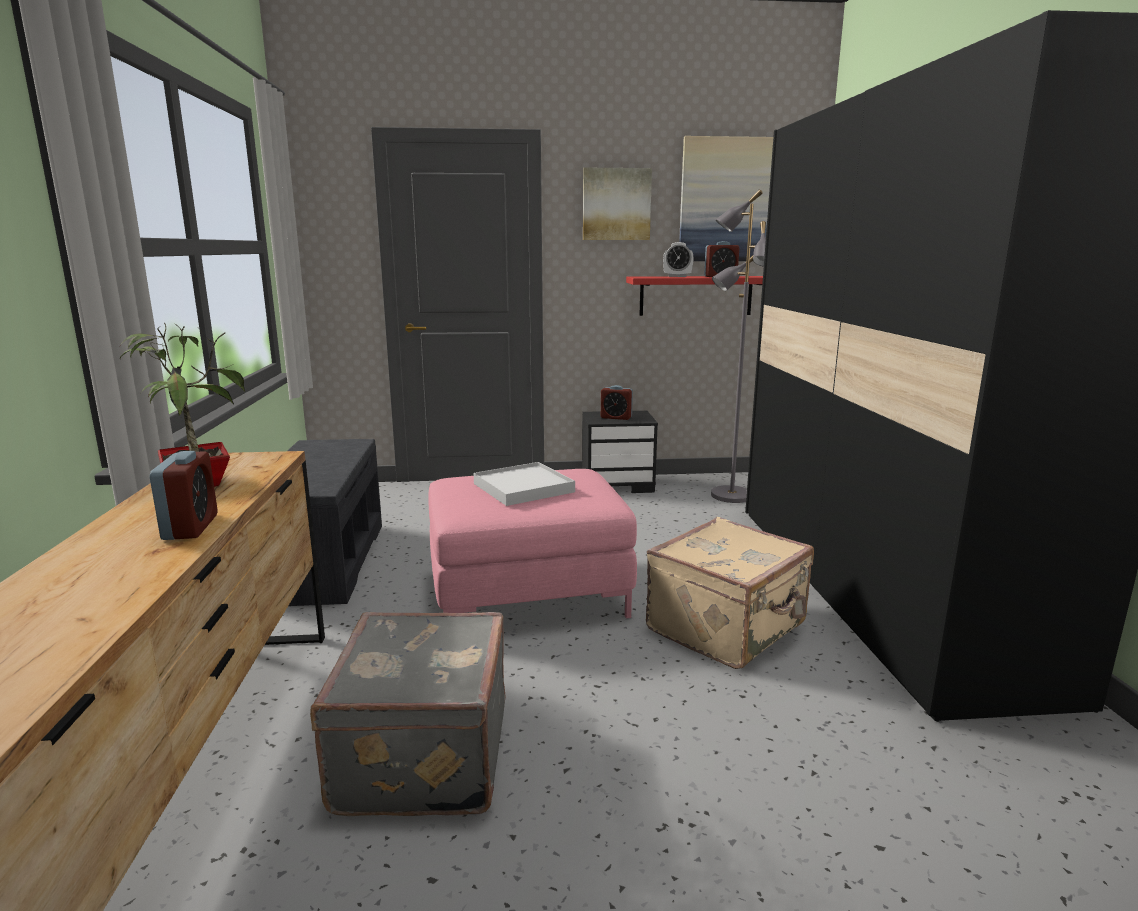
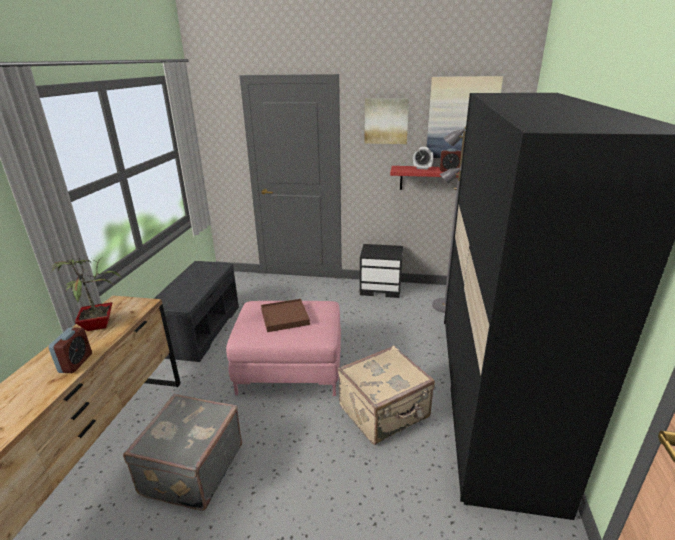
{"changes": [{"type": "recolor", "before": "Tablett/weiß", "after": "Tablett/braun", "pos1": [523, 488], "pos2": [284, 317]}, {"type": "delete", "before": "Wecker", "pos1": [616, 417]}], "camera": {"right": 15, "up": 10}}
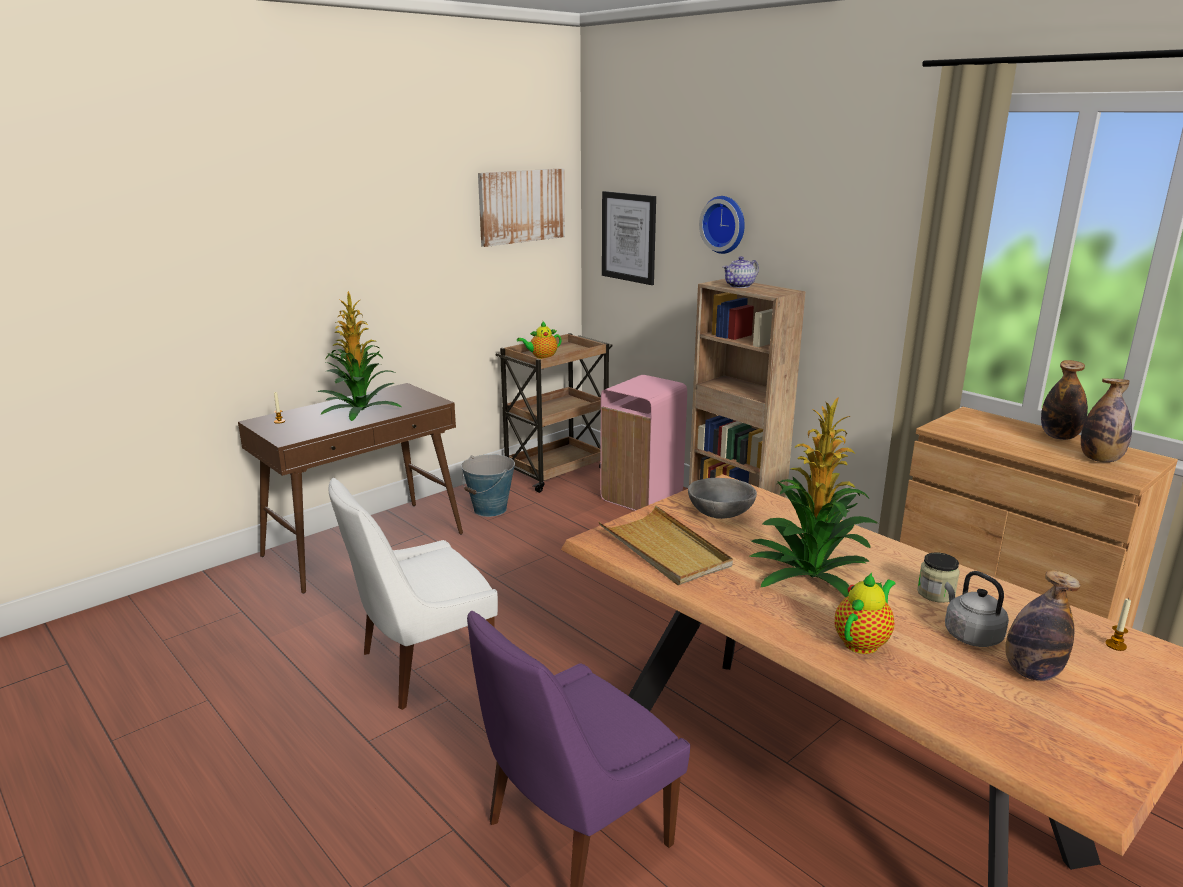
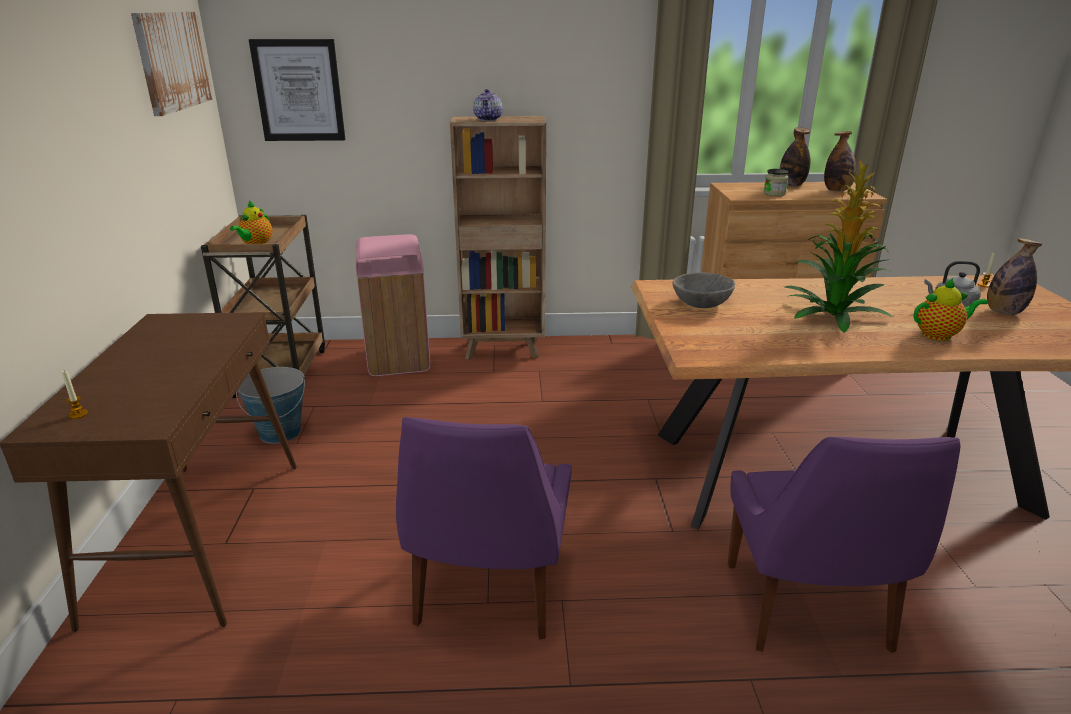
{"changes": [{"type": "recolor", "before": "Stuhl/weiß", "after": "Stuhl/lila", "pos1": [421, 666], "pos2": [488, 594]}, {"type": "move", "before": "Vorratsglas", "pos1": [935, 593], "pos2": [774, 194]}, {"type": "rotate", "before": "Teekanne", "pos1": [863, 642], "pos2": [939, 335], "turn": 90}, {"type": "delete", "before": "Topfpflanze", "pos1": [359, 409]}, {"type": "delete", "before": "Tablett/beige", "pos1": [664, 549]}, {"type": "delete", "before": "Wanduhr", "pos1": [725, 224]}], "camera": {"right": -50, "up": 5}}
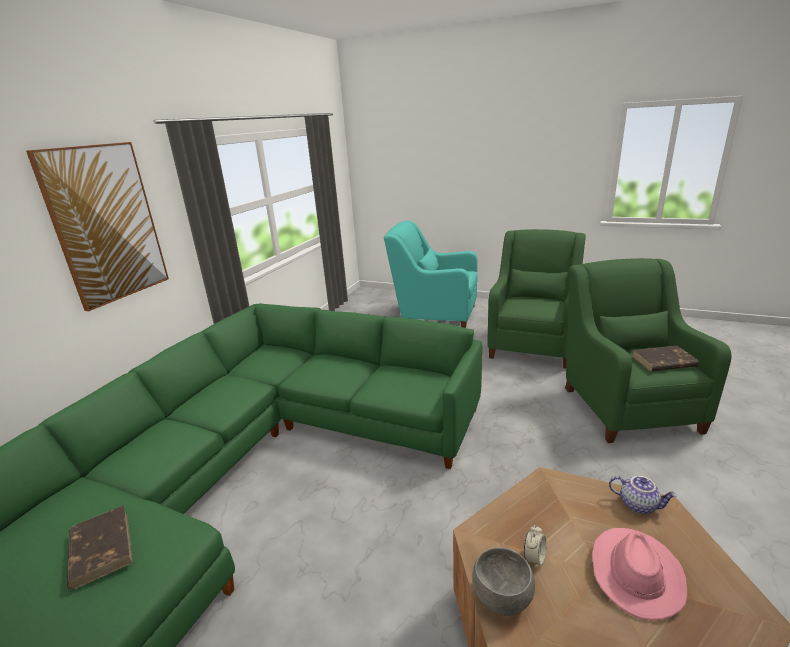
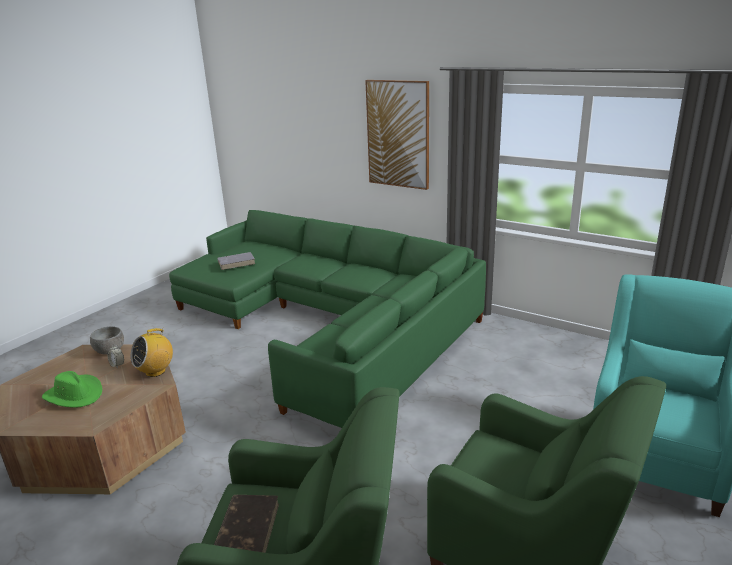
{"changes": [{"type": "recolor", "before": "Hut/rosa", "after": "Hut/grün", "pos1": [634, 572], "pos2": [74, 395]}, {"type": "insert", "after": "Radio", "pos2": [156, 371]}, {"type": "recolor", "before": "Buch/braun", "after": "Buch/grau", "pos1": [101, 548], "pos2": [237, 262]}, {"type": "delete", "before": "Teekanne", "pos1": [638, 504]}], "camera": {"right": 100, "up": 0}}
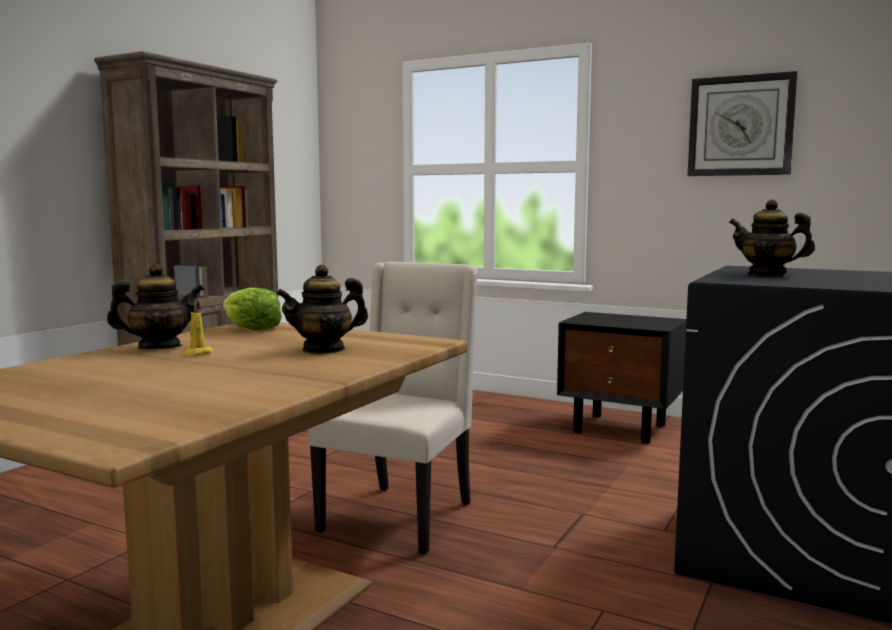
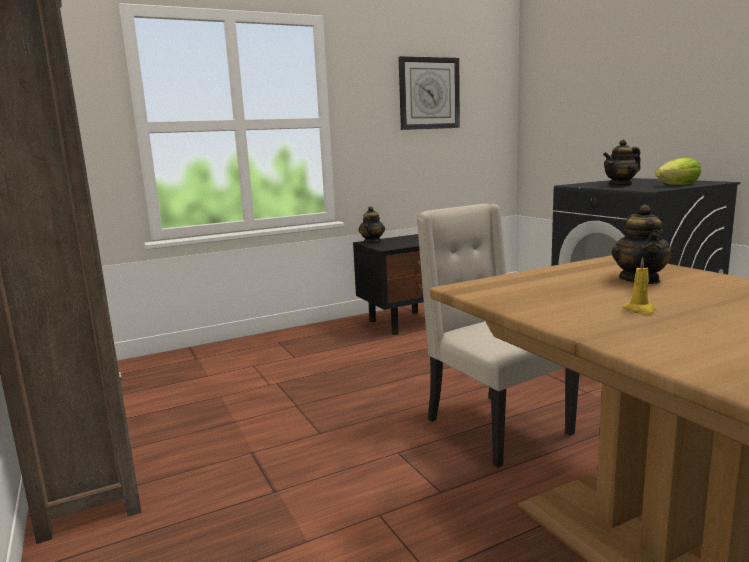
{"changes": [{"type": "move", "before": "Teekanne", "pos1": [159, 347], "pos2": [372, 242]}, {"type": "move", "before": "Salatkopf", "pos1": [251, 329], "pos2": [677, 185]}], "camera": {"right": -55, "up": 5}}
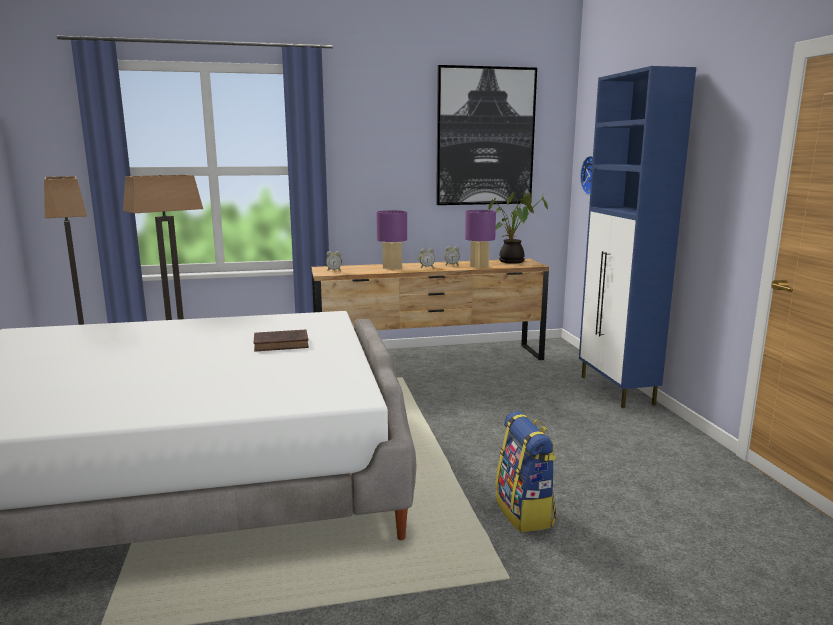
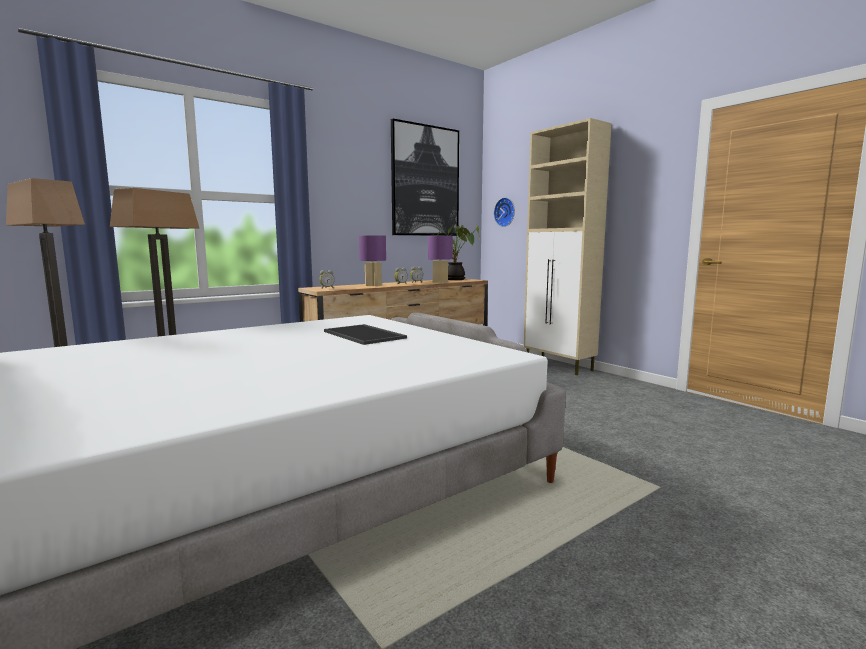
{"changes": [{"type": "replace", "before": "Buch/braun", "after": "Tablett", "pos1": [283, 344], "pos2": [365, 335]}, {"type": "recolor", "before": "Schrank/blau", "after": "Schrank/beige", "pos1": [617, 391], "pos2": [559, 366]}, {"type": "delete", "before": "Rucksack", "pos1": [525, 512]}], "camera": {"right": -25, "up": -5}}
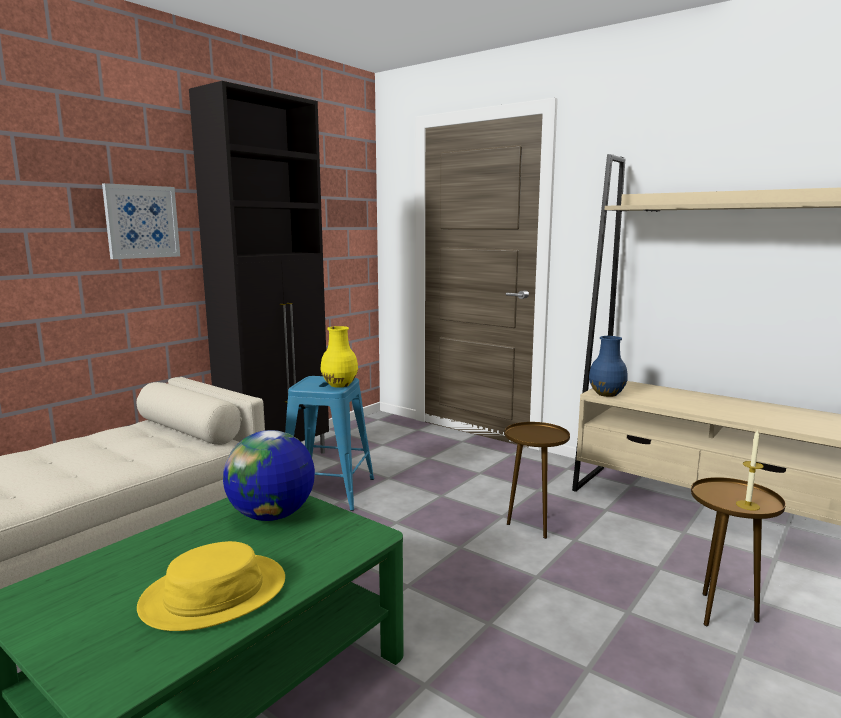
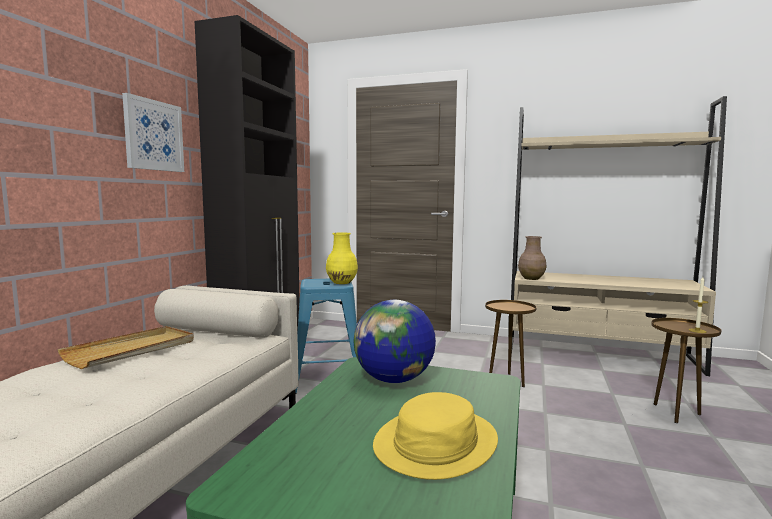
{"changes": [{"type": "insert", "after": "Tablett/beige", "pos2": [132, 350]}, {"type": "recolor", "before": "Vase/blau", "after": "Vase/braun", "pos1": [606, 394], "pos2": [531, 278]}], "camera": {"right": -20, "up": -5}}
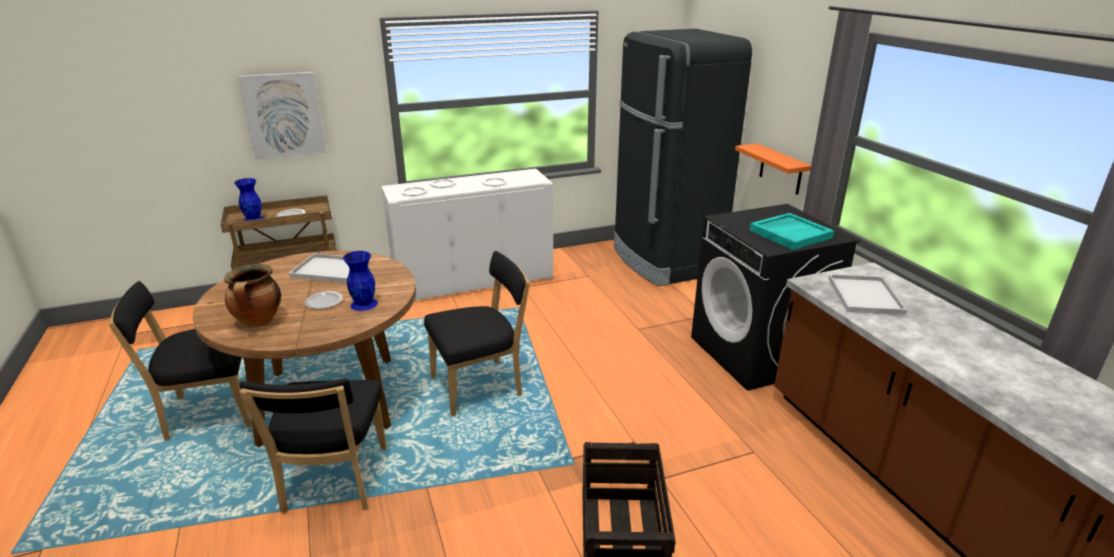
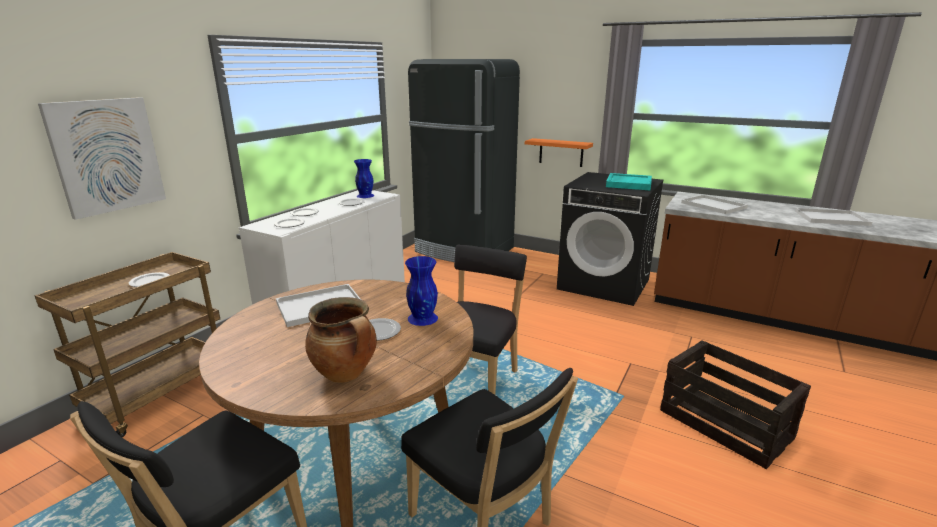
{"changes": [{"type": "move", "before": "Vase/blau", "pos1": [253, 219], "pos2": [365, 195]}, {"type": "insert", "after": "Tablett/weiß", "pos2": [832, 218]}], "camera": {"right": -40, "up": -5}}
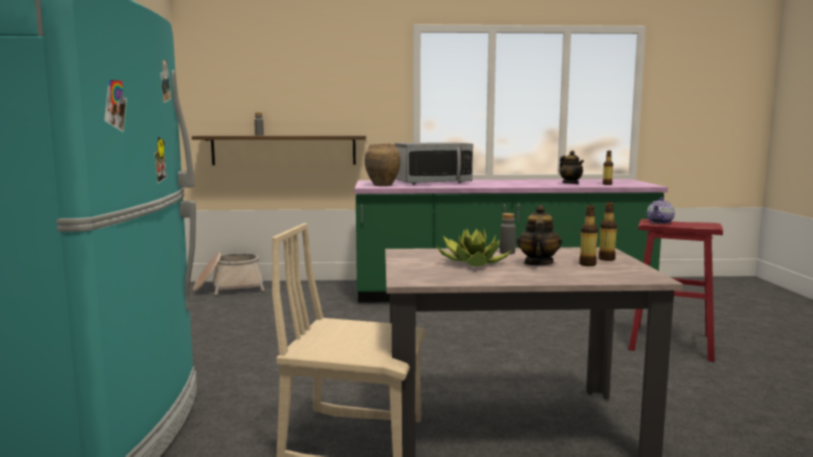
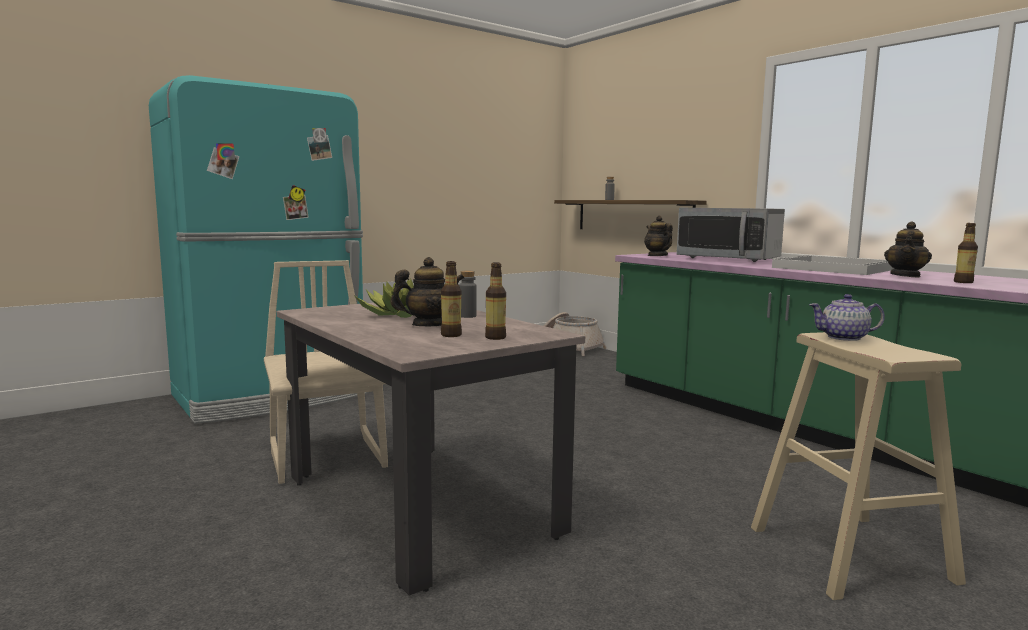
{"changes": [{"type": "replace", "before": "Vase/braun", "after": "Teekanne", "pos1": [383, 185], "pos2": [657, 255]}, {"type": "recolor", "before": "Hocker/rot", "after": "Hocker/beige", "pos1": [671, 342], "pos2": [850, 554]}, {"type": "insert", "after": "Tablett/weiß", "pos2": [834, 268]}], "camera": {"right": 55, "up": 0}}
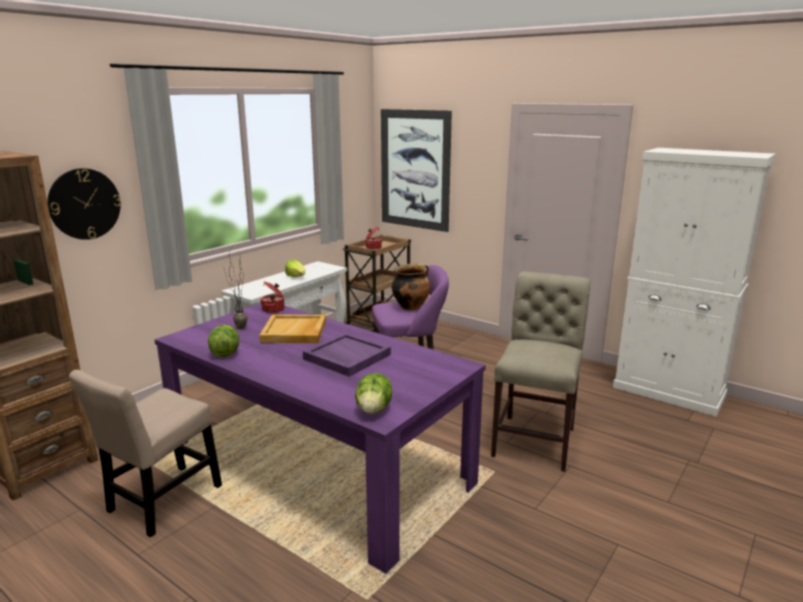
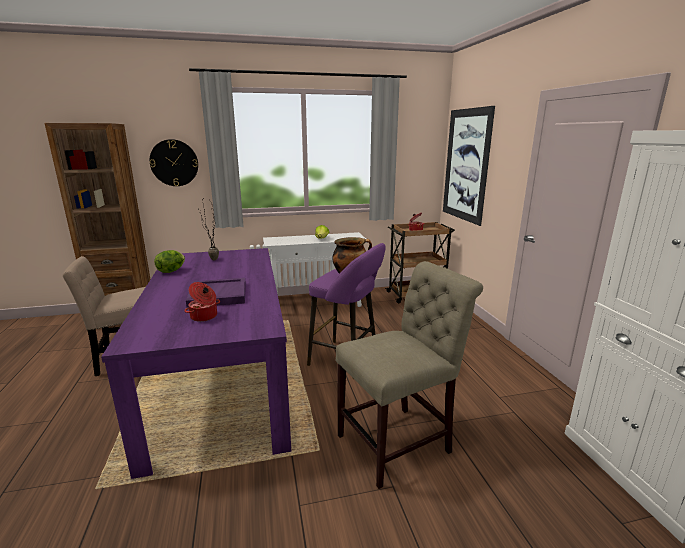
{"changes": [{"type": "move", "before": "Kochtopf", "pos1": [274, 309], "pos2": [204, 317]}, {"type": "delete", "before": "Tablett/beige", "pos1": [294, 332]}, {"type": "delete", "before": "Salatkopf", "pos1": [373, 410]}], "camera": {"right": 40, "up": 0}}
